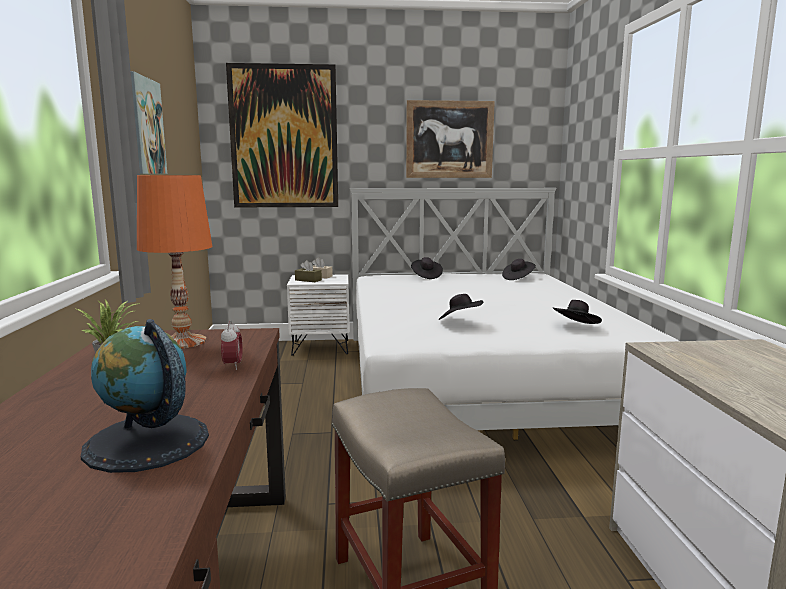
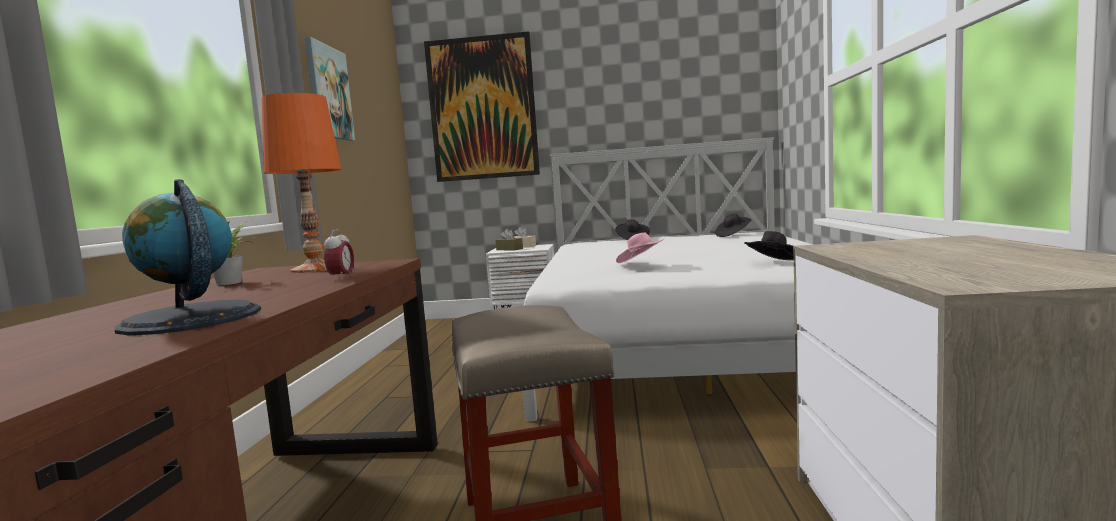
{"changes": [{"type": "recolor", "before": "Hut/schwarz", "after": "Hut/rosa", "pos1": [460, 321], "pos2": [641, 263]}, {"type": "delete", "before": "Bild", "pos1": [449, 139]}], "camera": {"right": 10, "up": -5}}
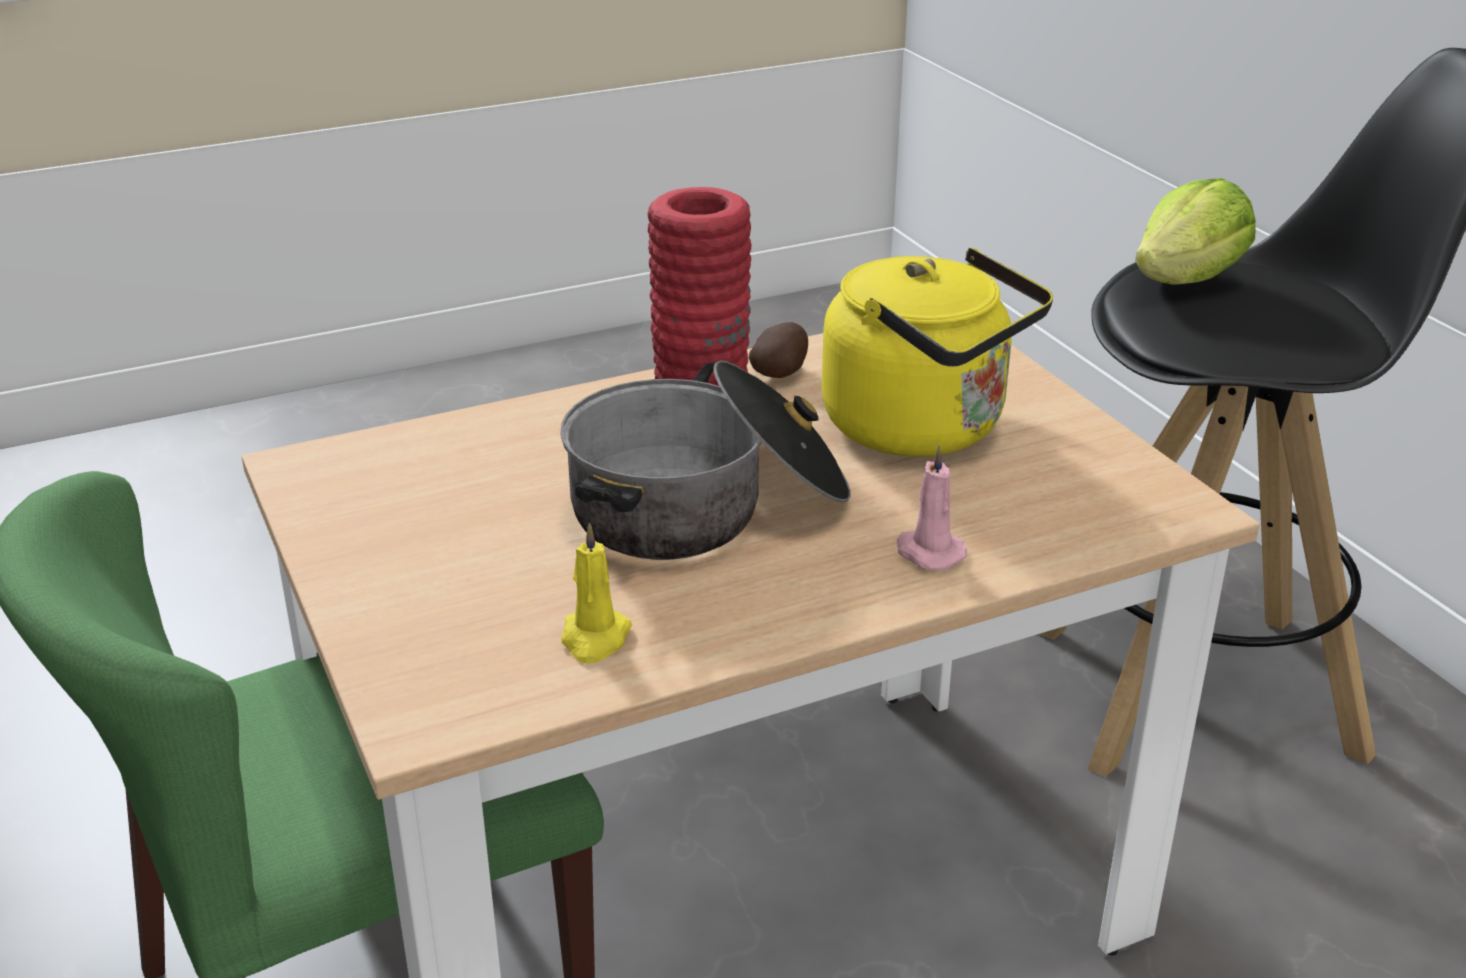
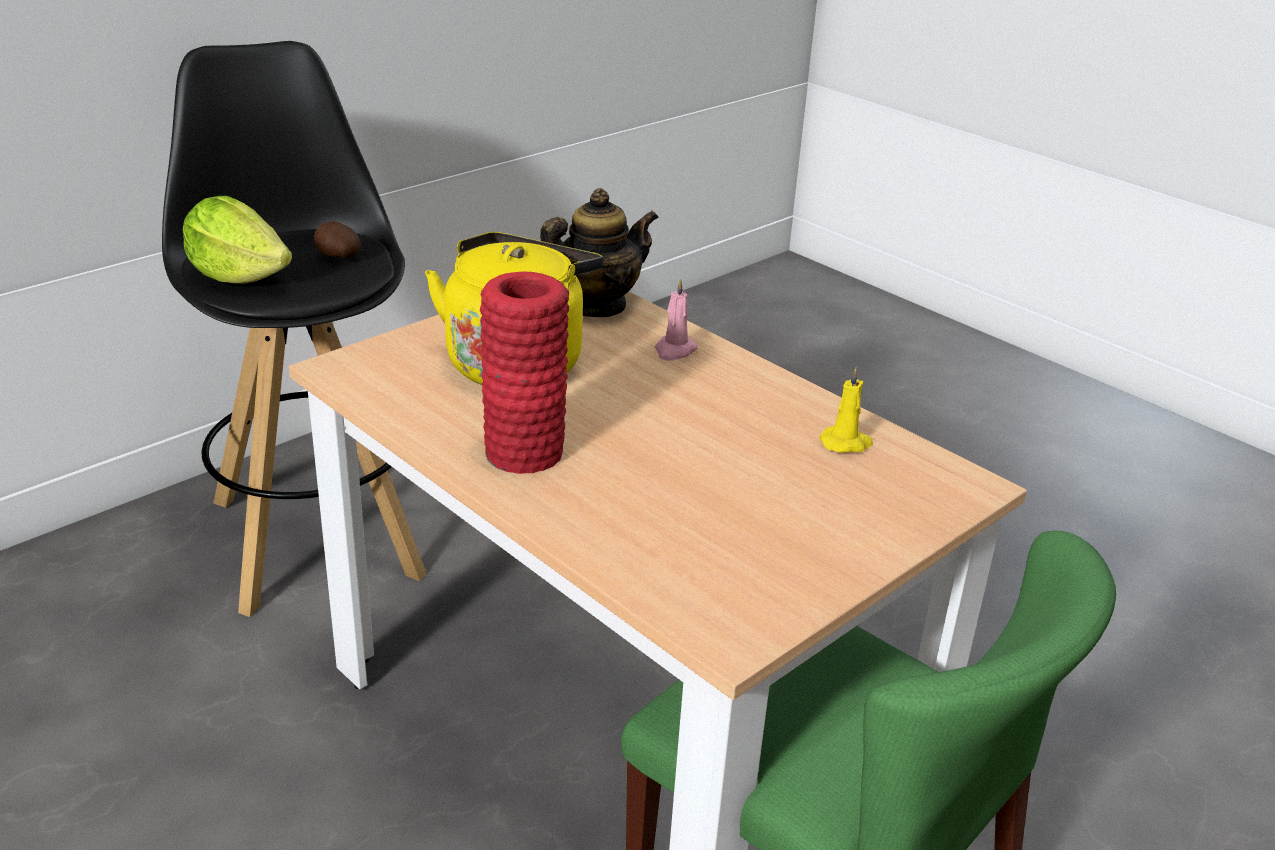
{"changes": [{"type": "move", "before": "Kartoffel", "pos1": [781, 373], "pos2": [337, 256]}, {"type": "insert", "after": "Teekanne", "pos2": [595, 306]}, {"type": "delete", "before": "Kochtopf", "pos1": [708, 508]}], "camera": {"right": -110, "up": 0}}
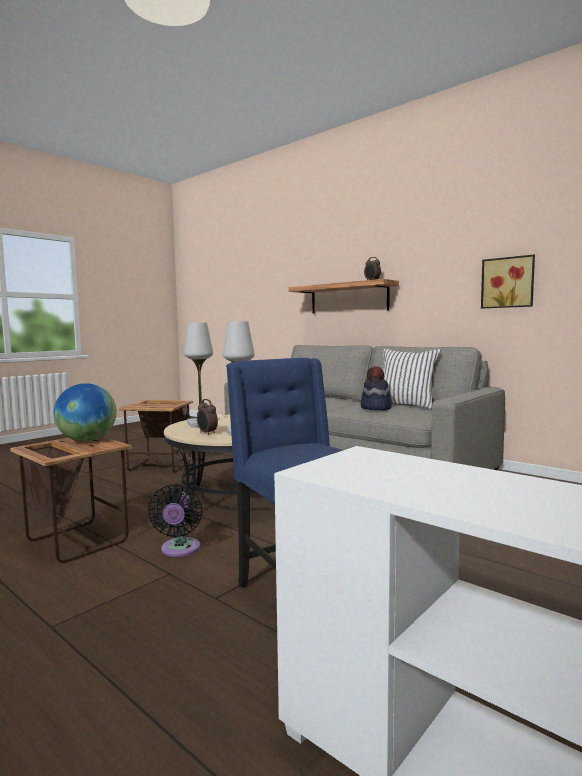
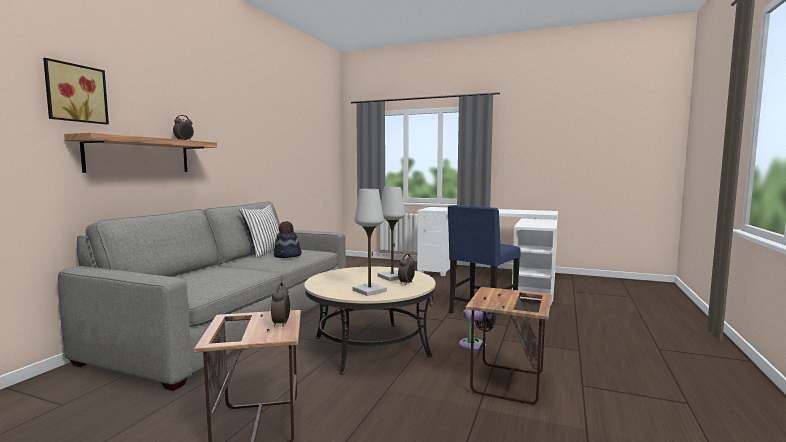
{"changes": [{"type": "move", "before": "Bild", "pos1": [508, 282], "pos2": [75, 93]}, {"type": "insert", "after": "Wecker", "pos2": [281, 324]}, {"type": "delete", "before": "Globus", "pos1": [87, 440]}], "camera": {"right": -110, "up": 0}}
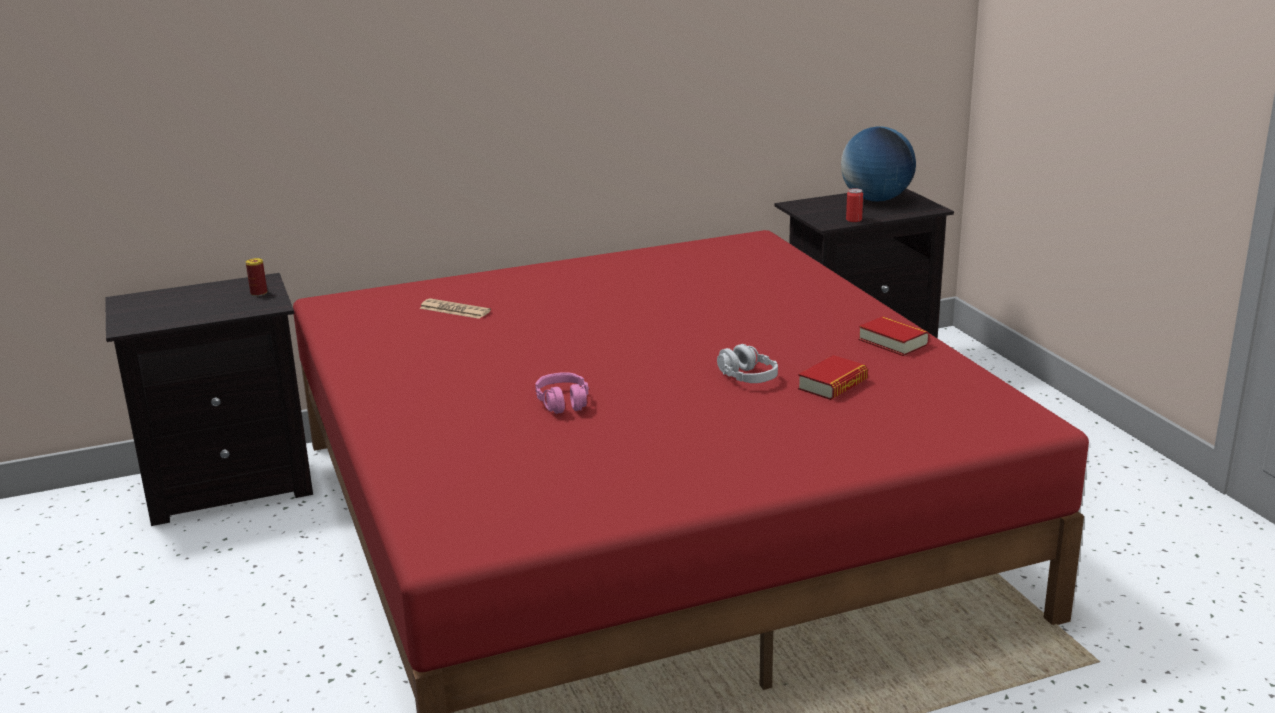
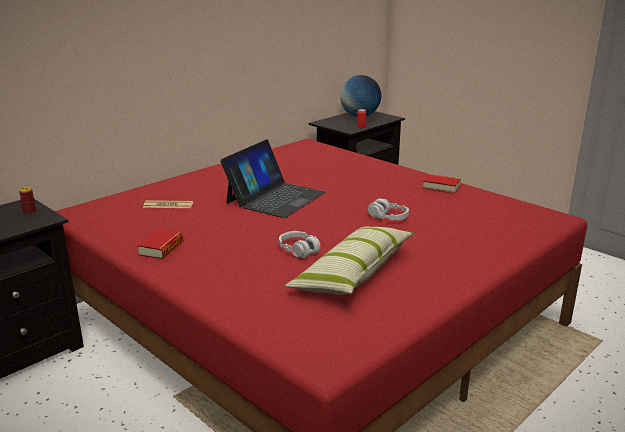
{"changes": [{"type": "move", "before": "Buch", "pos1": [833, 385], "pos2": [161, 248]}, {"type": "insert", "after": "Laptop", "pos2": [275, 197]}, {"type": "recolor", "before": "Kopfhörer/rosa", "after": "Kopfhörer/grau", "pos1": [563, 403], "pos2": [299, 250]}, {"type": "insert", "after": "Kissen", "pos2": [353, 273]}], "camera": {"right": -25, "up": 0}}
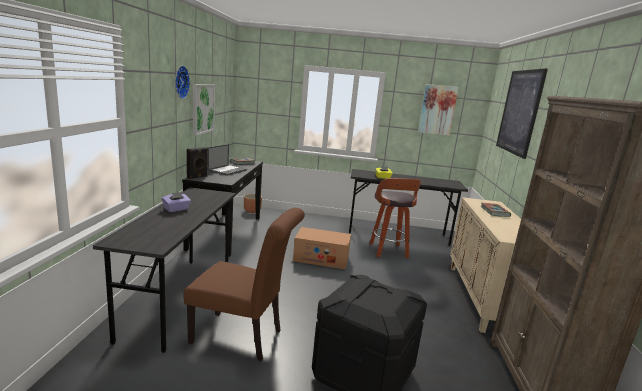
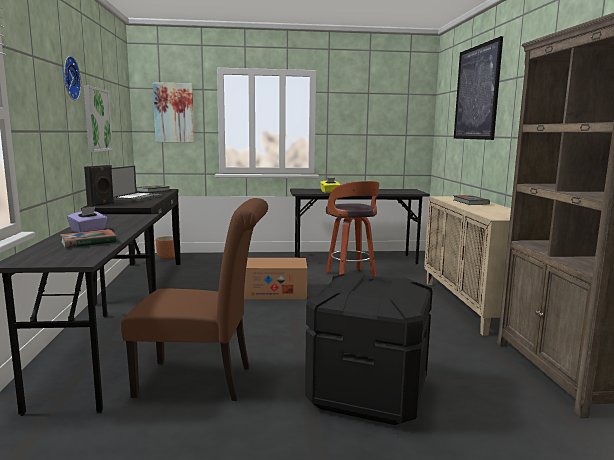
{"changes": [{"type": "insert", "after": "Buch", "pos2": [88, 242]}, {"type": "move", "before": "Bild", "pos1": [437, 109], "pos2": [174, 113]}], "camera": {"right": -10, "up": -5}}
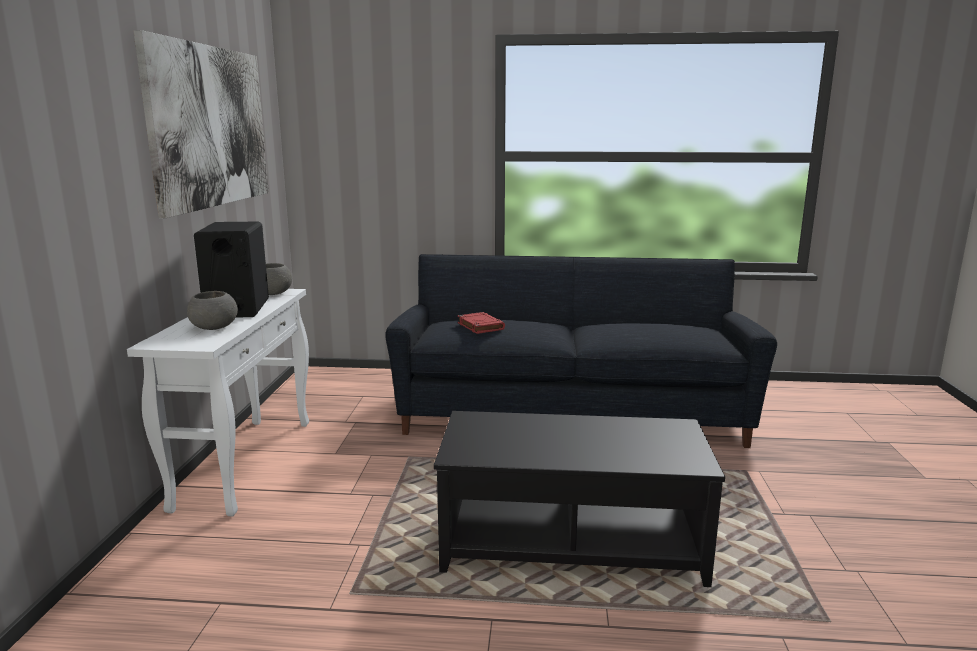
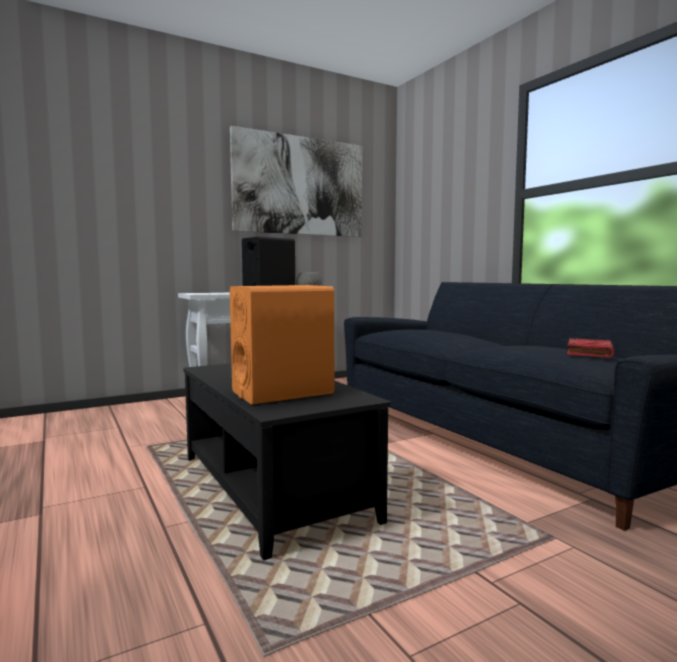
{"changes": [{"type": "insert", "after": "Lautsprecher/orange", "pos2": [283, 392]}, {"type": "move", "before": "Buch/rot", "pos1": [480, 326], "pos2": [589, 352]}, {"type": "delete", "before": "Schüssel/grau", "pos1": [213, 327]}], "camera": {"right": 55, "up": -10}}
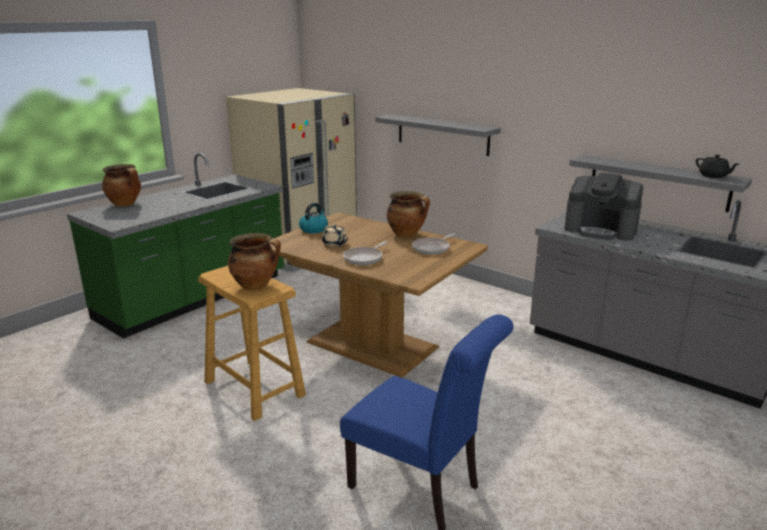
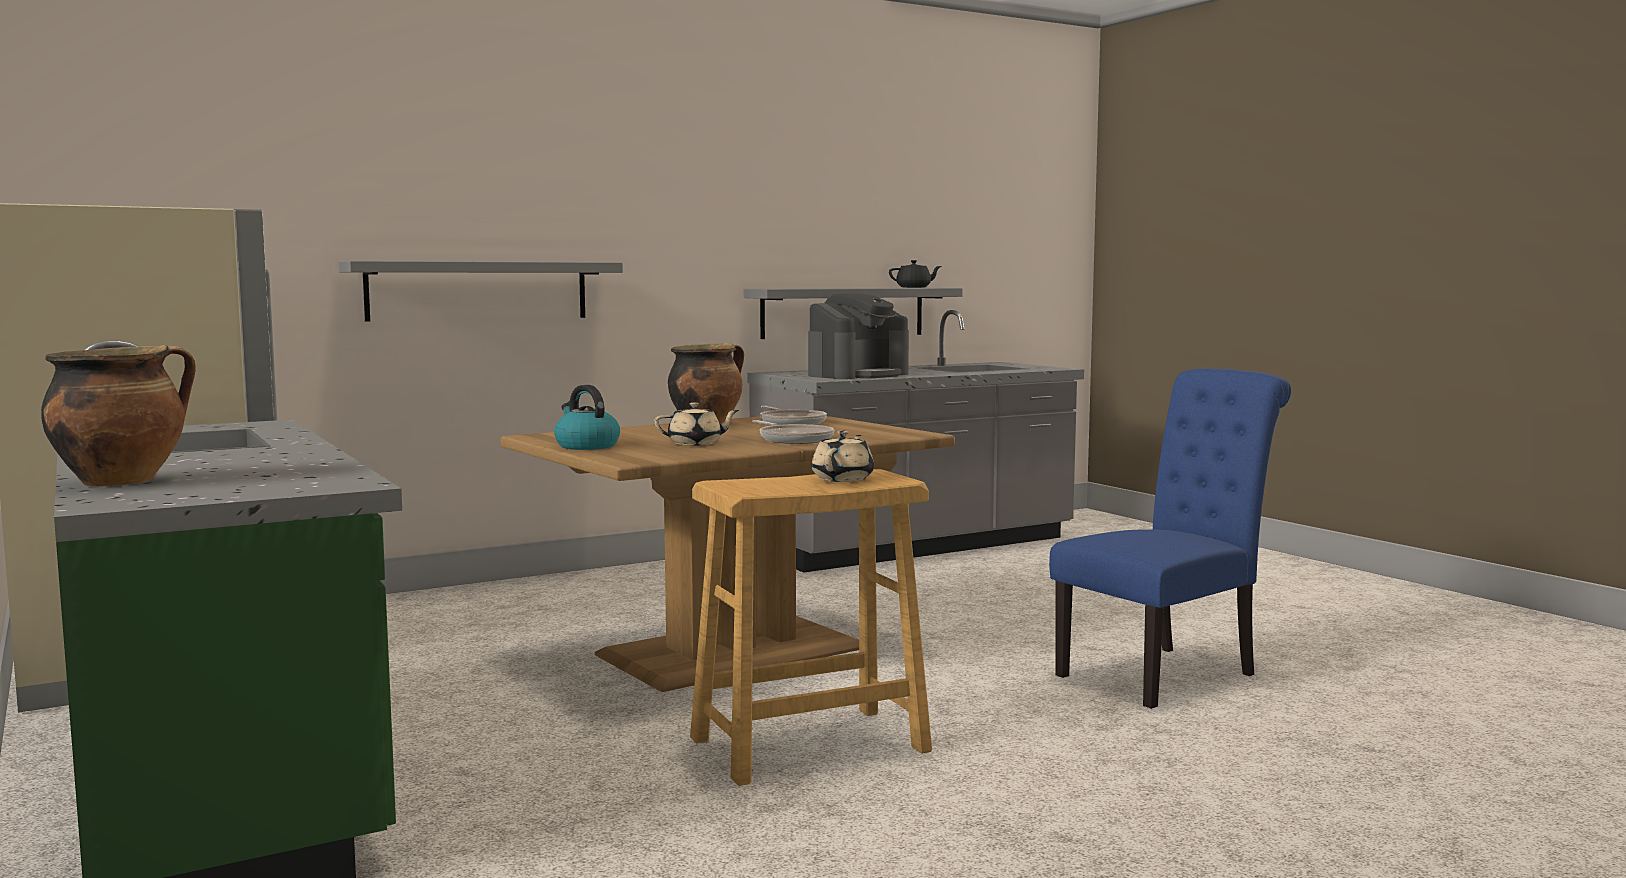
{"changes": [{"type": "replace", "before": "Kochtopf", "after": "Teekanne/beige", "pos1": [256, 286], "pos2": [843, 479]}], "camera": {"right": -70, "up": -15}}
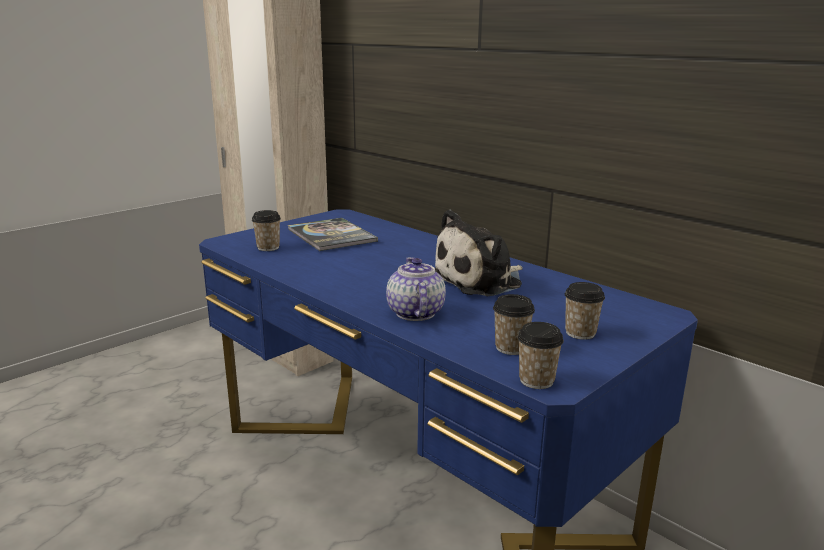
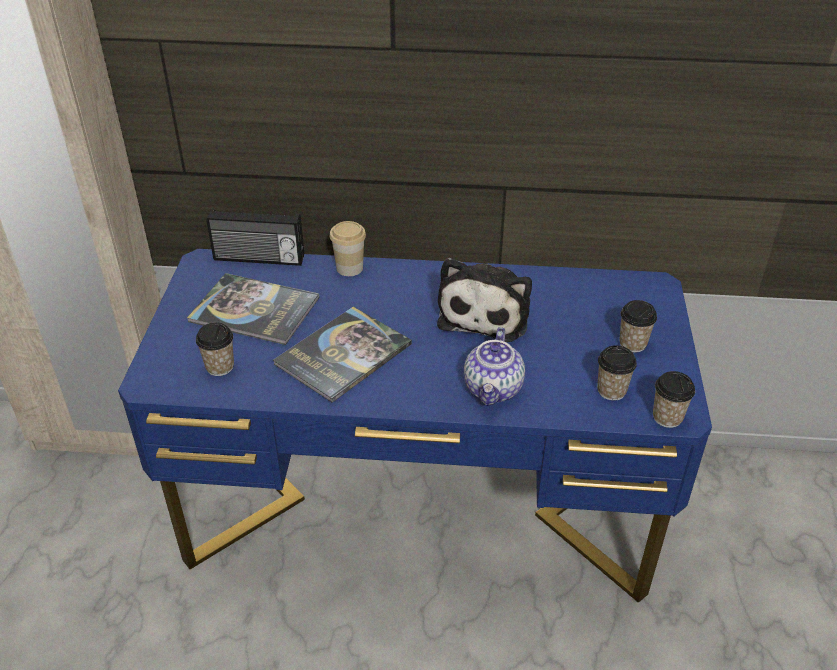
{"changes": [{"type": "insert", "after": "Radio", "pos2": [258, 259]}, {"type": "insert", "after": "Buch", "pos2": [343, 354]}, {"type": "insert", "after": "Tasse", "pos2": [349, 268]}, {"type": "rotate", "before": "Teekanne", "pos1": [414, 312], "pos2": [494, 389], "turn": -120}], "camera": {"right": -40, "up": 20}}
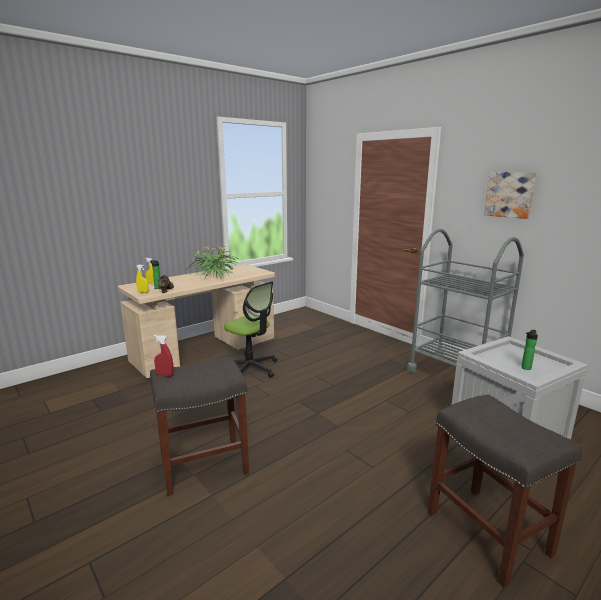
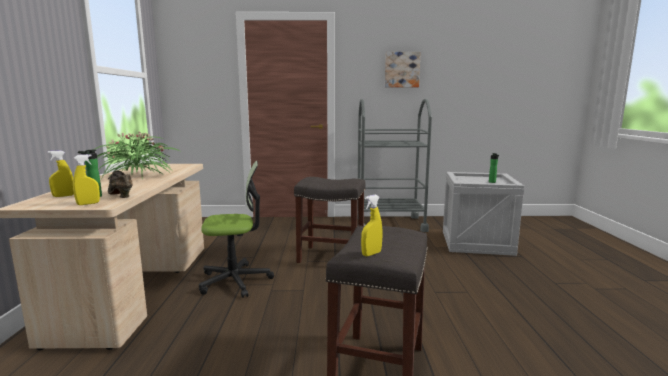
{"changes": [{"type": "move", "before": "Hocker/grau", "pos1": [489, 533], "pos2": [332, 257]}, {"type": "recolor", "before": "Sprühflasche/rot", "after": "Sprühflasche/gelb", "pos1": [165, 375], "pos2": [371, 254]}], "camera": {"right": -50, "up": -5}}
